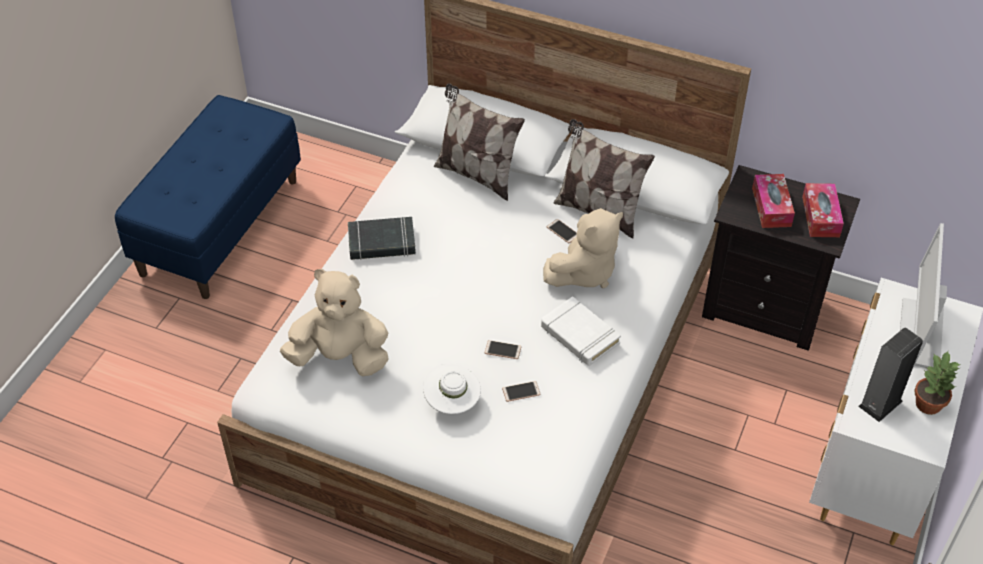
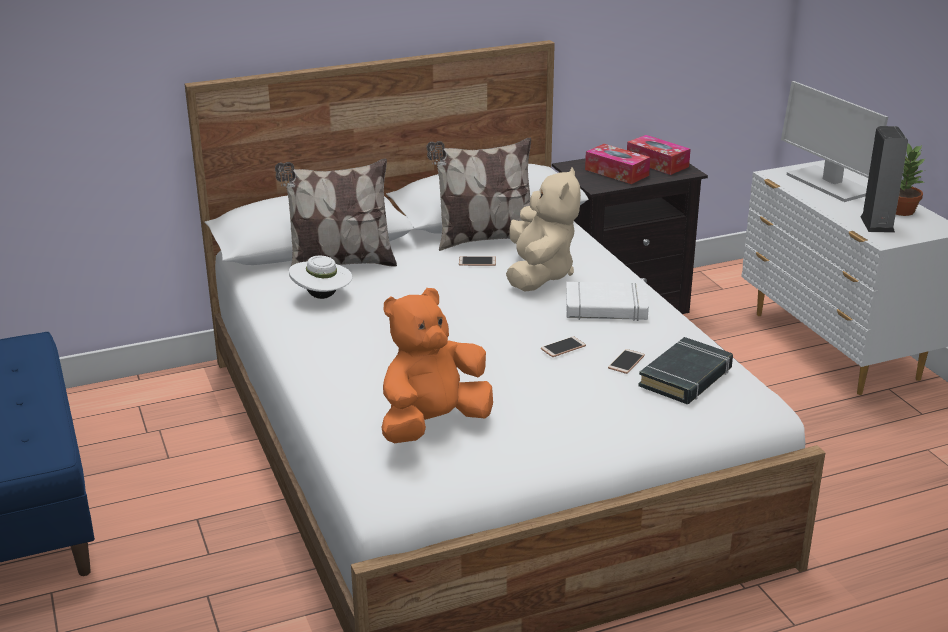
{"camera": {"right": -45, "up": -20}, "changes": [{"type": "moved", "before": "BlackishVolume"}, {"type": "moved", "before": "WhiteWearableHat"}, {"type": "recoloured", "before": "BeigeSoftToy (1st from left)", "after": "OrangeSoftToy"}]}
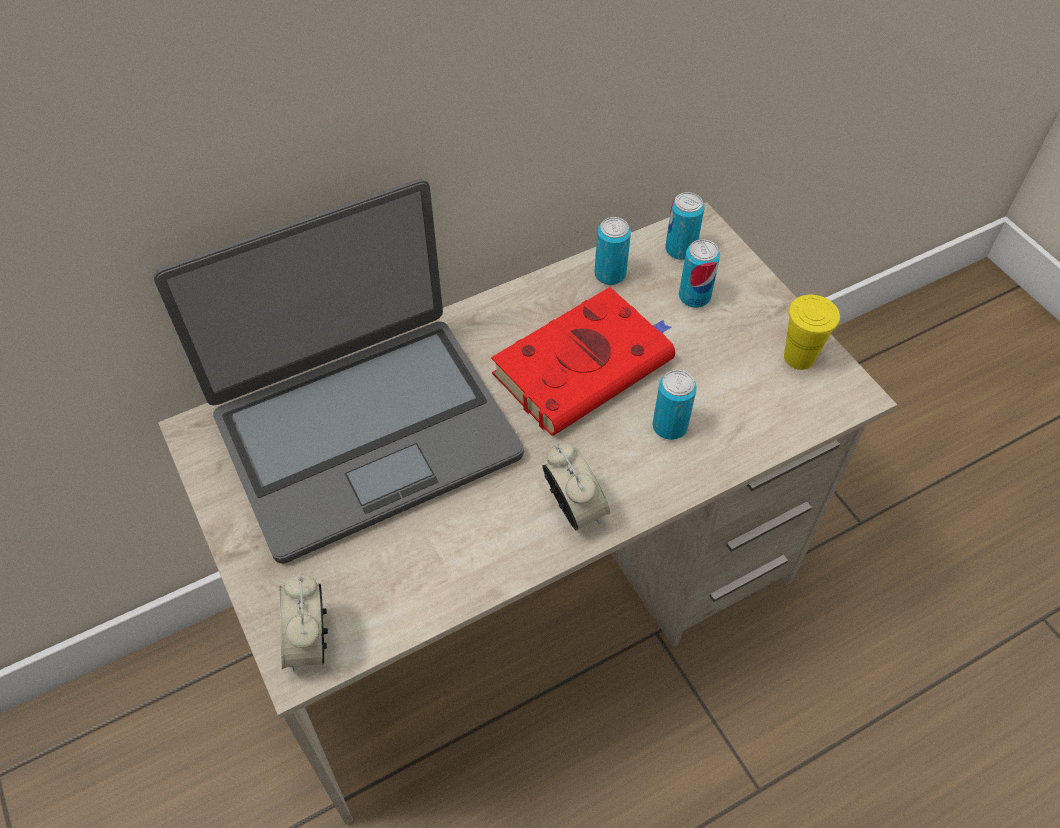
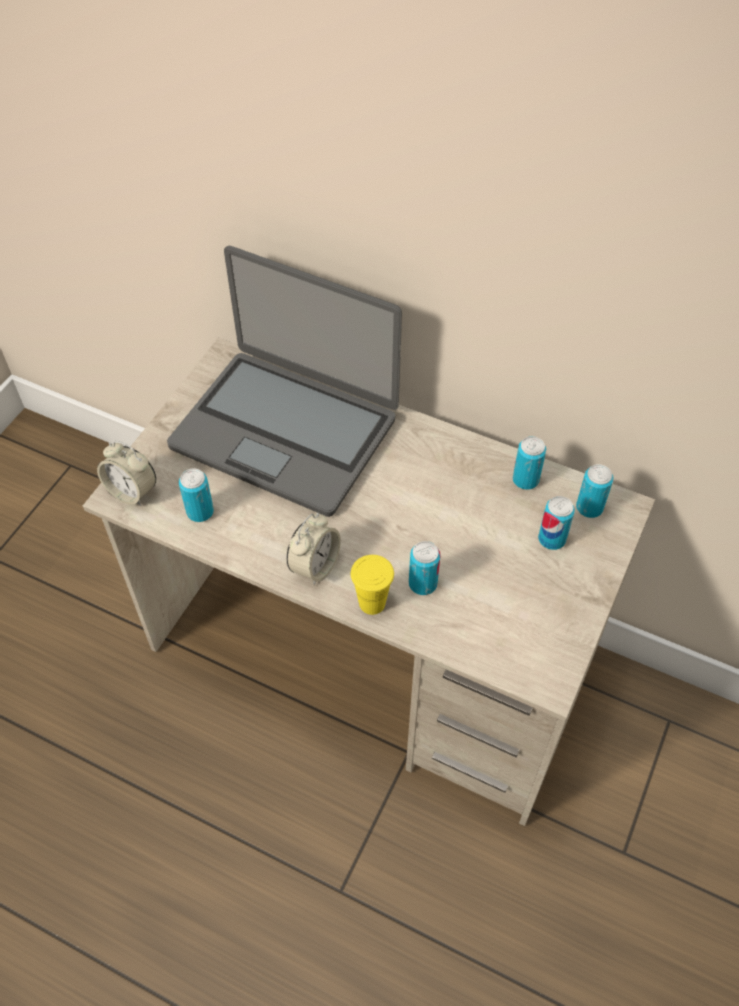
{"camera": {"right": 55, "up": 0}, "changes": [{"type": "removed", "before": "RedColouredVolume"}, {"type": "added", "after": "SealedCan (1st from left)"}, {"type": "moved", "before": "YellowishCup"}, {"type": "turned", "before": "TableClock (1st from left)", "turn": -105}]}
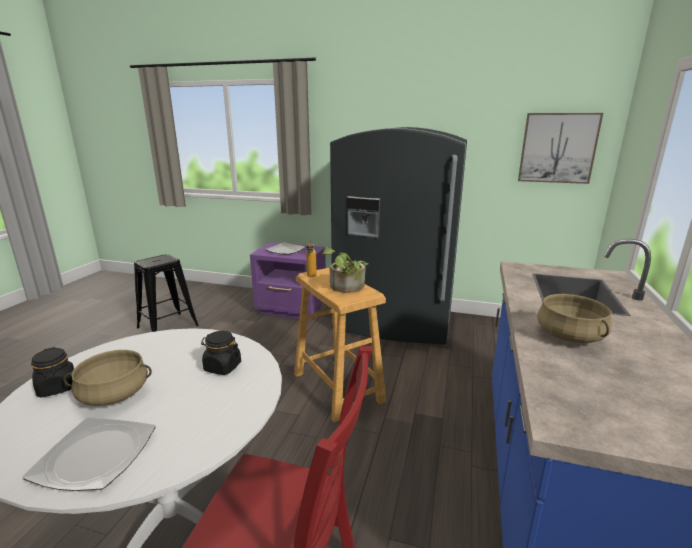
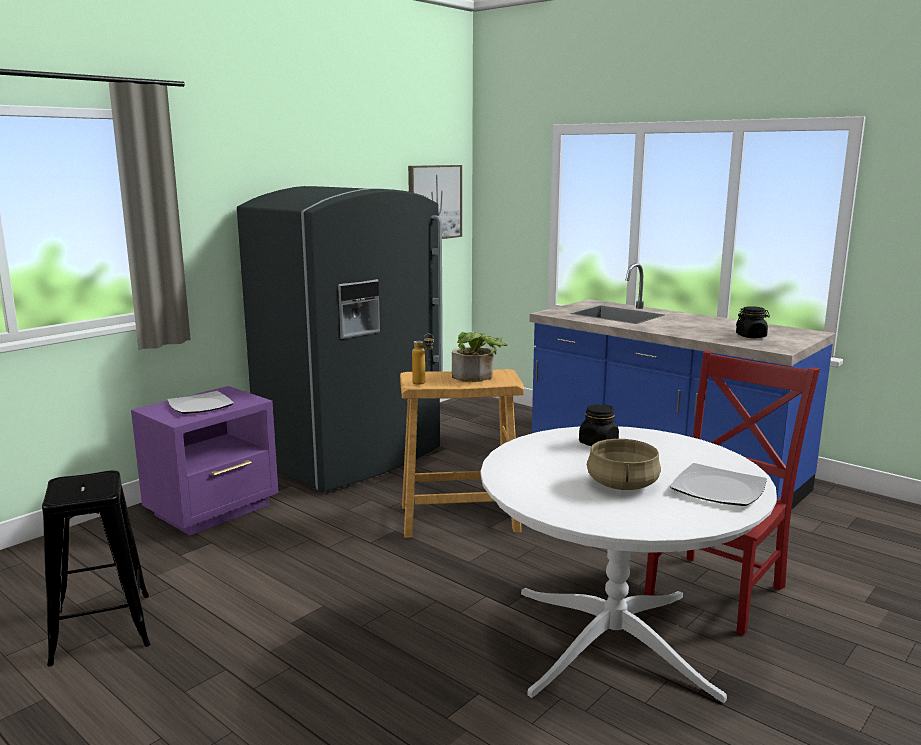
{"camera": {"right": -65, "up": -5}, "changes": [{"type": "removed", "before": "BeigeStockpot (2nd from left)"}, {"type": "moved", "before": "BlackishStorageJar (1st from left in the first image)", "after": "BlackishStorageJar (2nd from left)"}]}
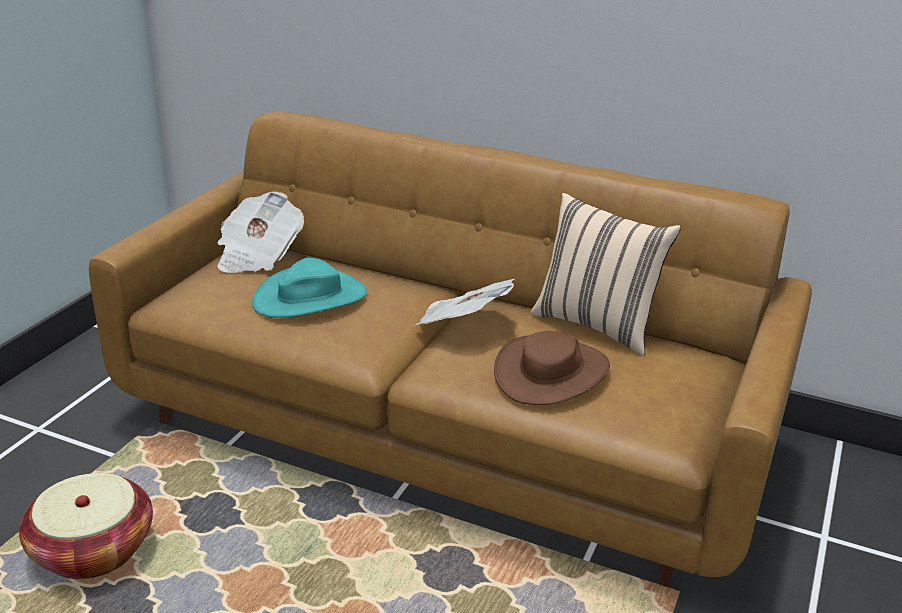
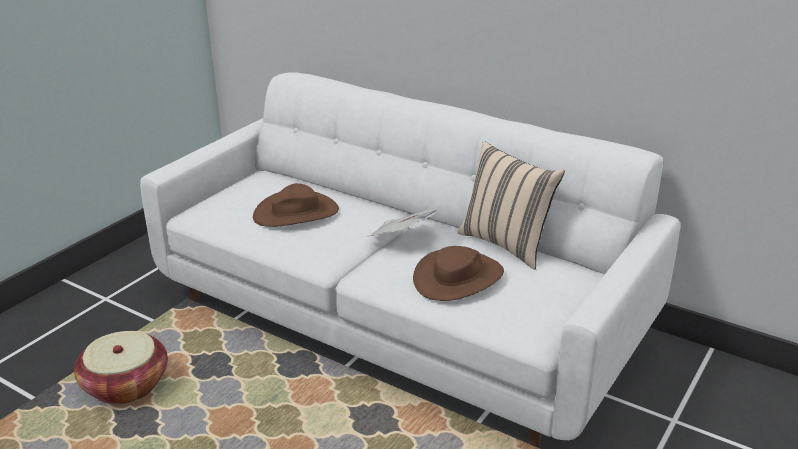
{"camera": {"right": 10, "up": 0}, "changes": [{"type": "removed", "before": "PrintedPaper (1st from left)"}, {"type": "recoloured", "before": "BrownColouredSofa", "after": "WhiteSofa"}, {"type": "recoloured", "before": "TurquoiseColouredWearableHat", "after": "BrownColouredWearableHat (1st from left)"}]}
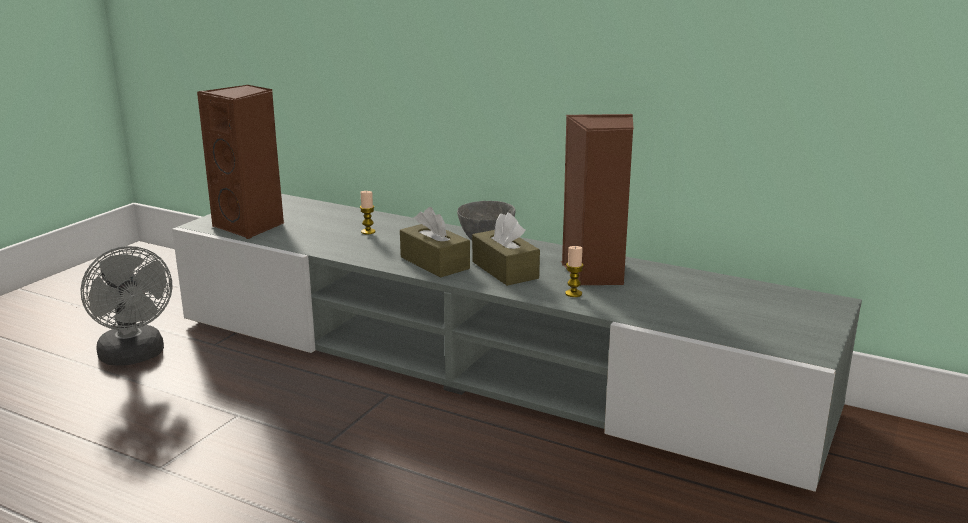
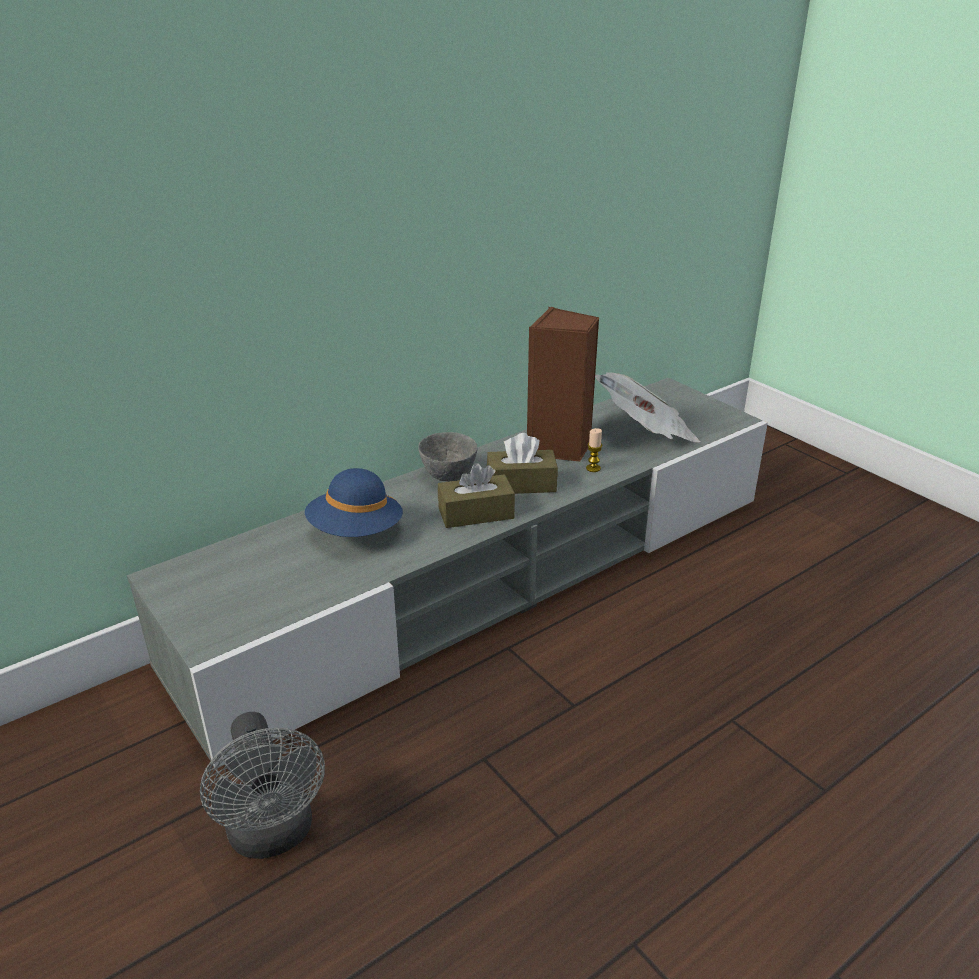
{"camera": {"right": -65, "up": 10}, "changes": [{"type": "removed", "before": "BrownColouredSpeaker (1st from left)"}, {"type": "added", "after": "PrintedPaper"}, {"type": "replaced", "before": "Candle (1st from left)", "after": "BluishWearableHat"}, {"type": "turned", "before": "GreyishFan", "turn": 75}]}
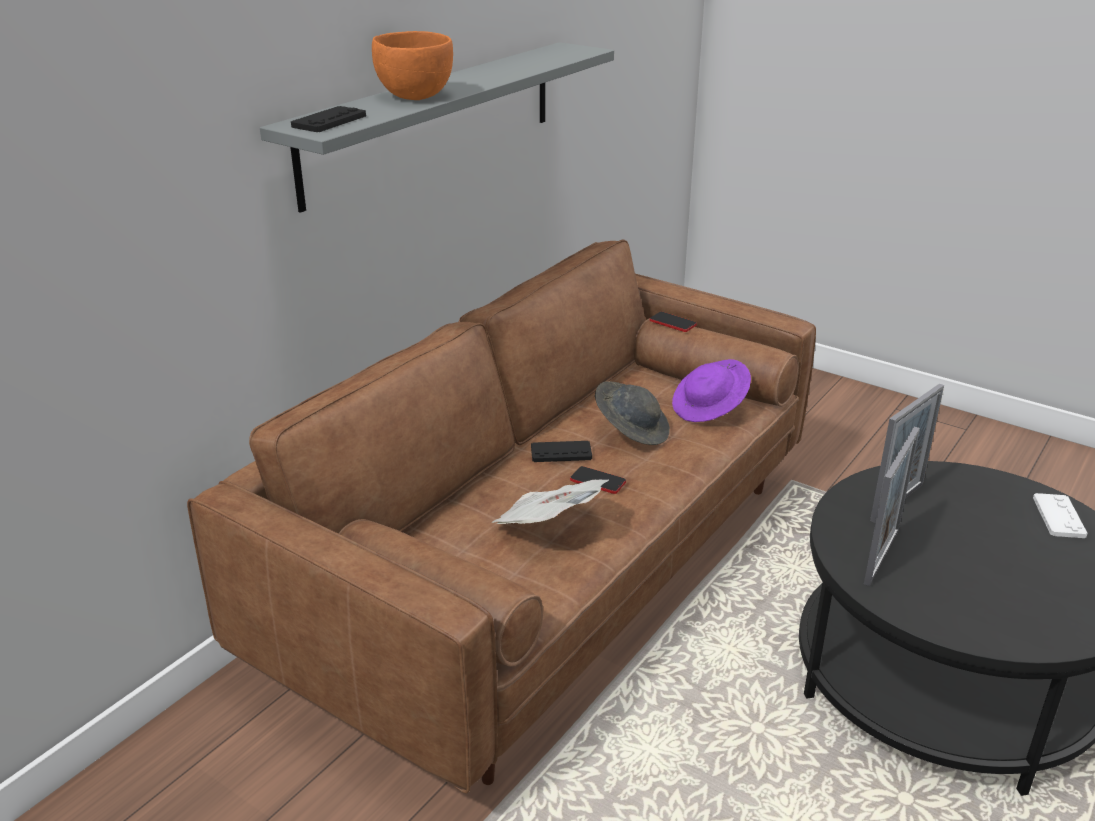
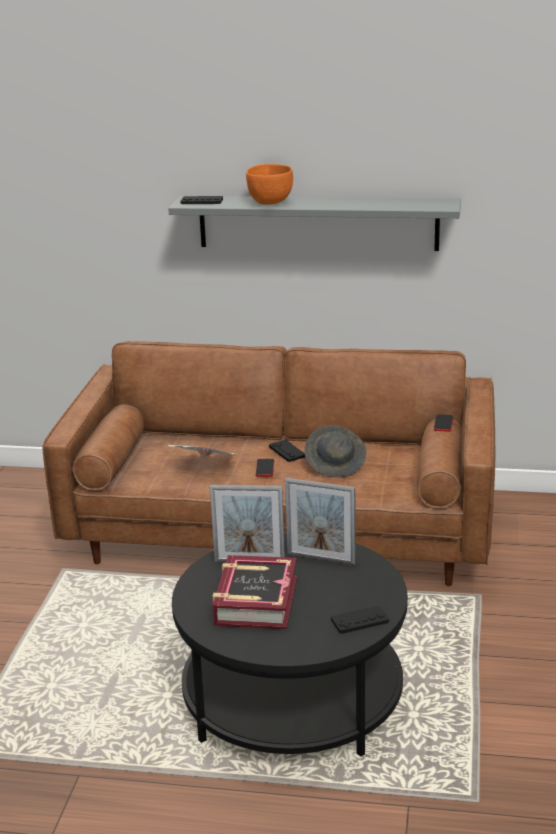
{"camera": {"right": 65, "up": -5}, "changes": [{"type": "removed", "before": "PurpleWearableHat"}, {"type": "added", "after": "Volume"}, {"type": "recoloured", "before": "WhiteGameController", "after": "BlackishGameController (3rd from left)"}]}
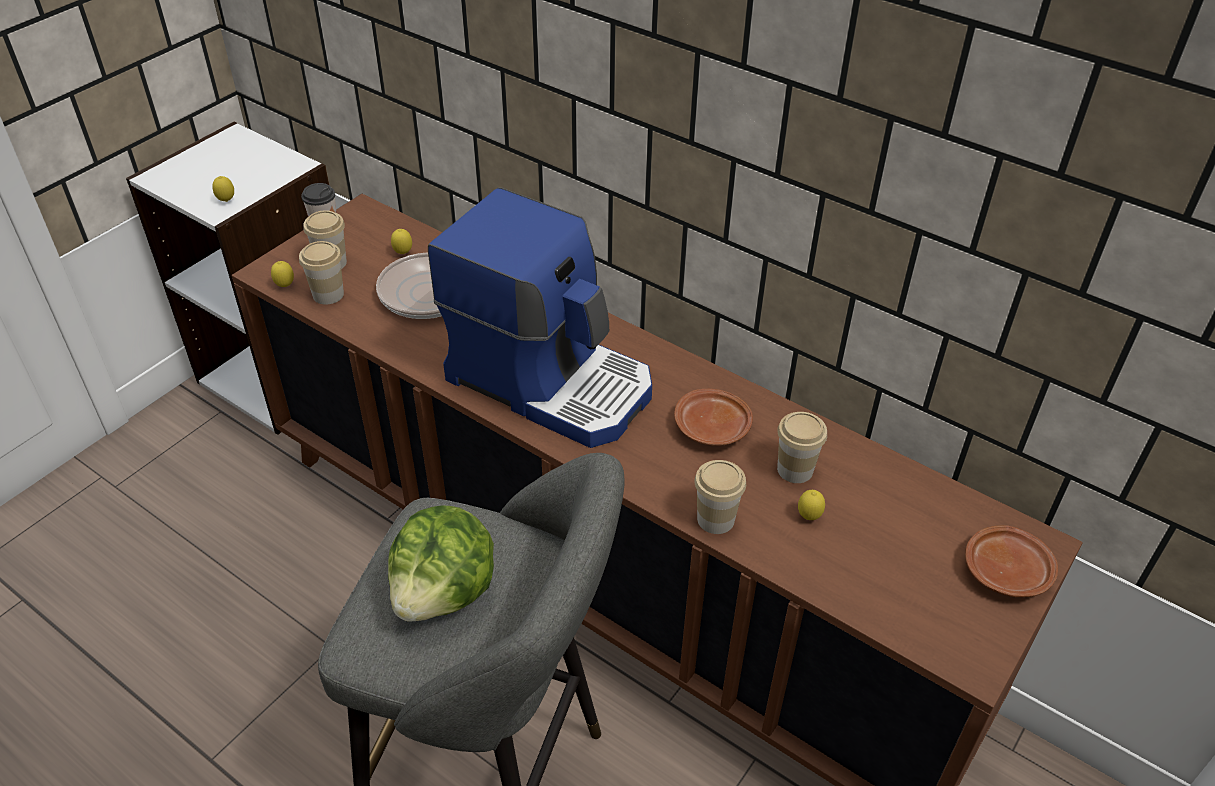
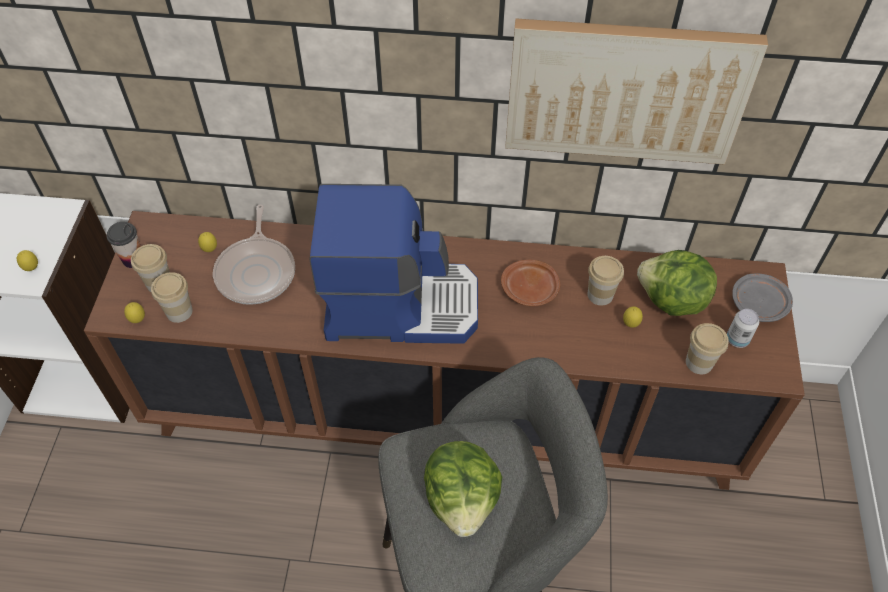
{"camera": {"right": -30, "up": 10}, "changes": [{"type": "added", "after": "Picture"}, {"type": "added", "after": "Lettuce (2nd from left)"}, {"type": "added", "after": "SealedCan"}, {"type": "moved", "before": "Cup (4th from left in the first image)", "after": "Cup (5th from left)"}, {"type": "recoloured", "before": "BrownColouredDinnerPlate (2nd from left)", "after": "GreyishDinnerPlate"}]}
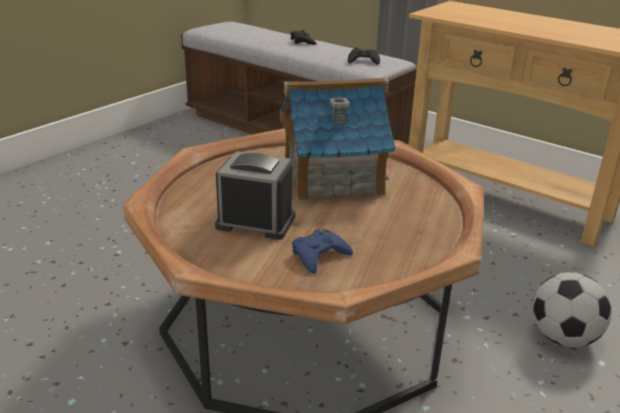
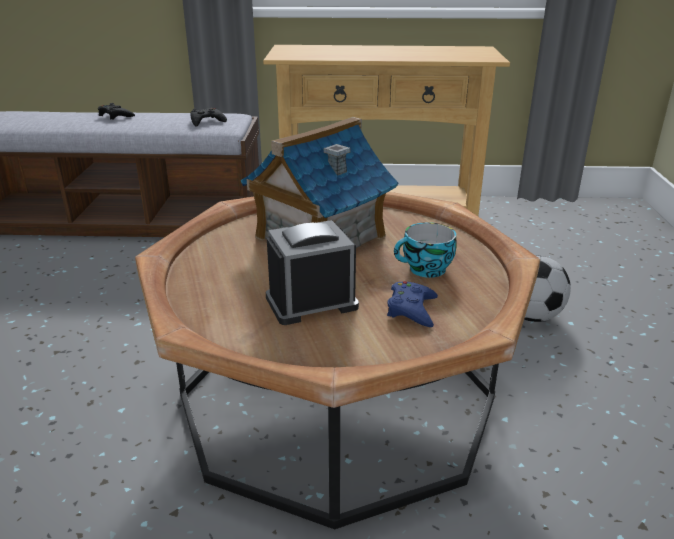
{"camera": {"right": -35, "up": 0}, "changes": [{"type": "added", "after": "Cup"}]}
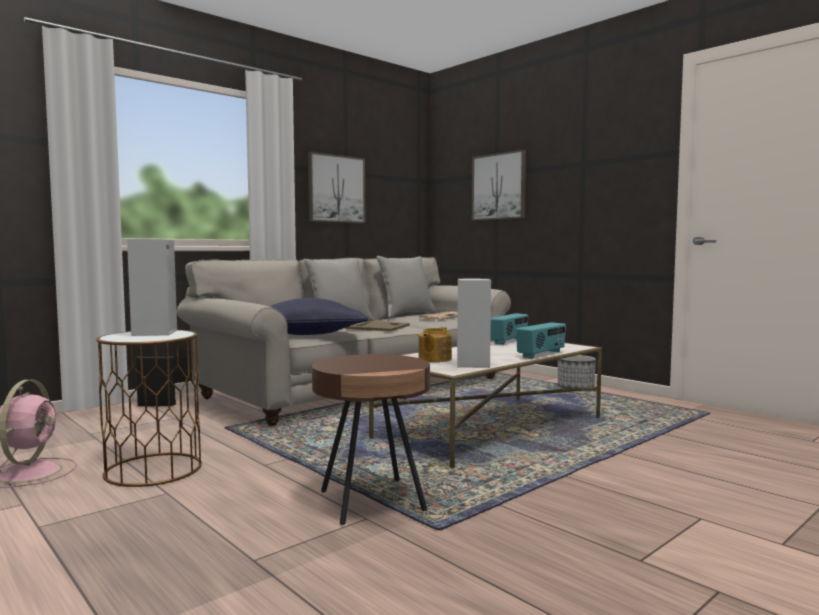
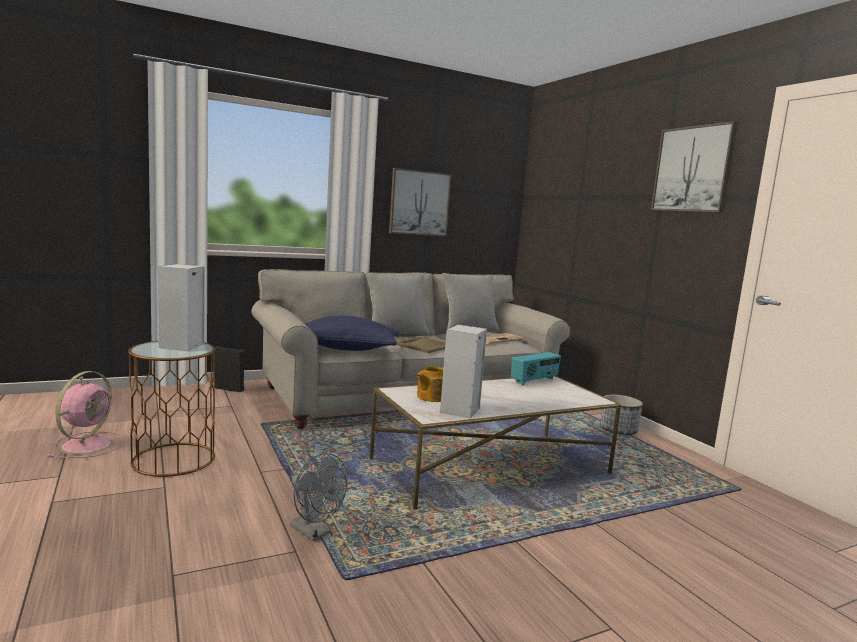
{"camera": {"right": 15, "up": 5}, "changes": [{"type": "removed", "before": "RadioReceiver (2nd from left)"}, {"type": "moved", "before": "Picture (2nd from left)"}, {"type": "replaced", "before": "BrownColouredSideTable (2nd from left)", "after": "GreyishFan"}]}
